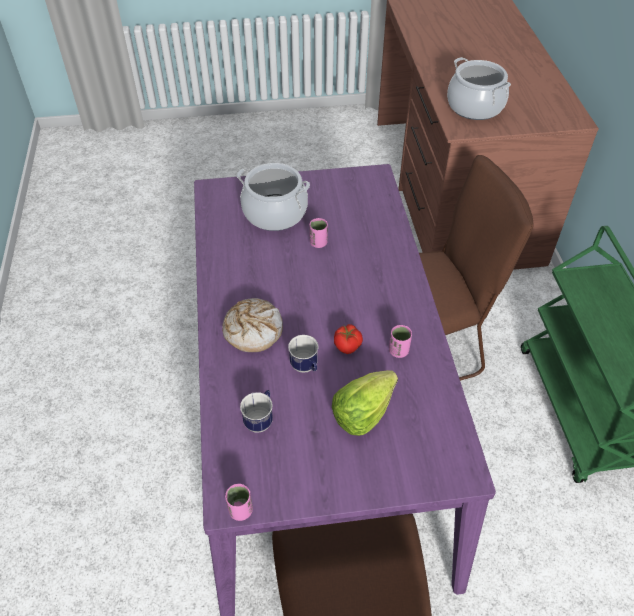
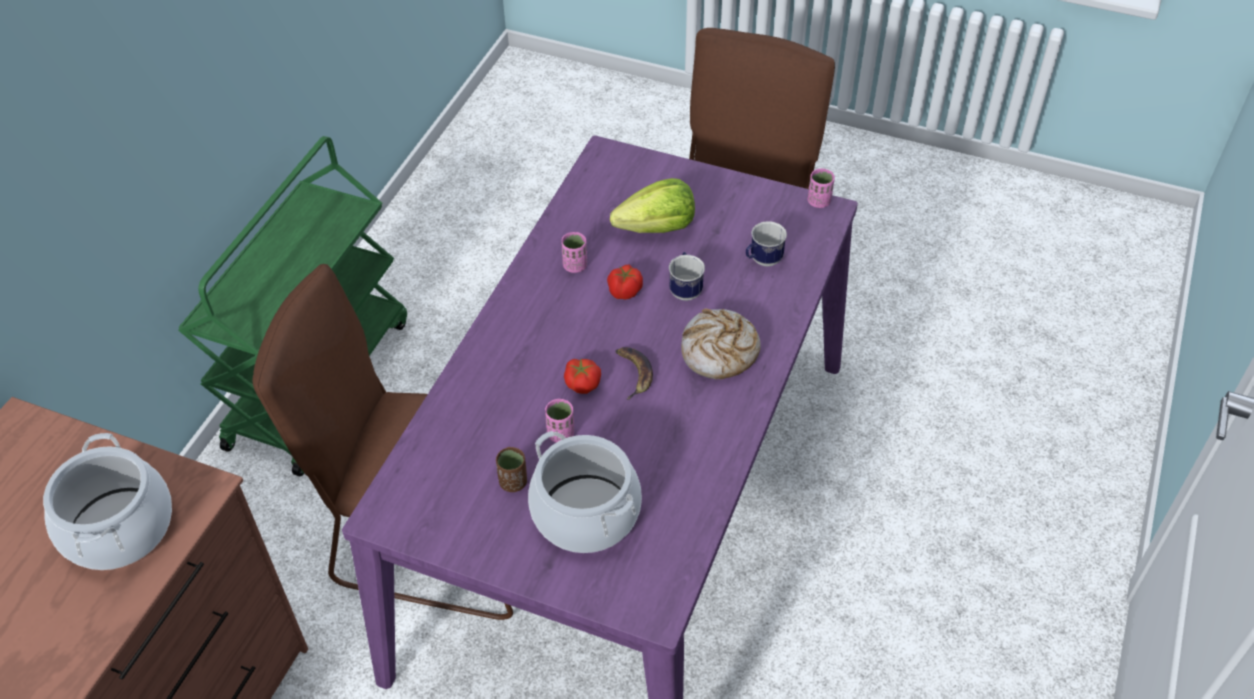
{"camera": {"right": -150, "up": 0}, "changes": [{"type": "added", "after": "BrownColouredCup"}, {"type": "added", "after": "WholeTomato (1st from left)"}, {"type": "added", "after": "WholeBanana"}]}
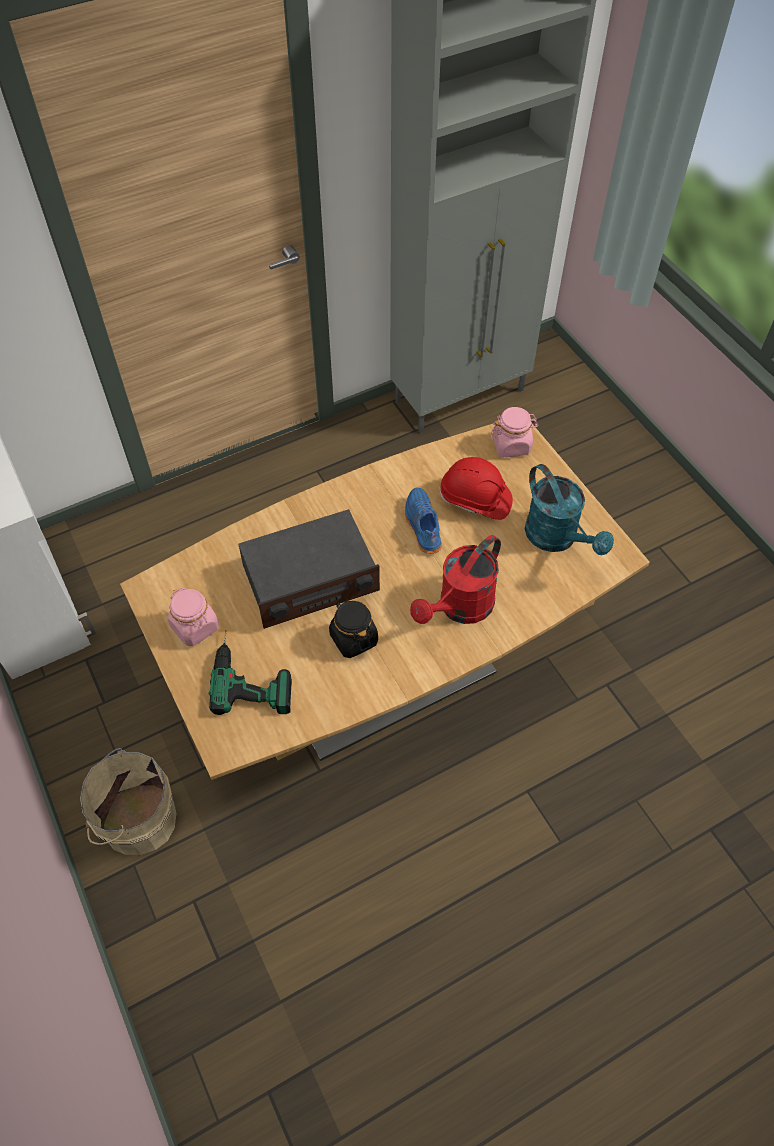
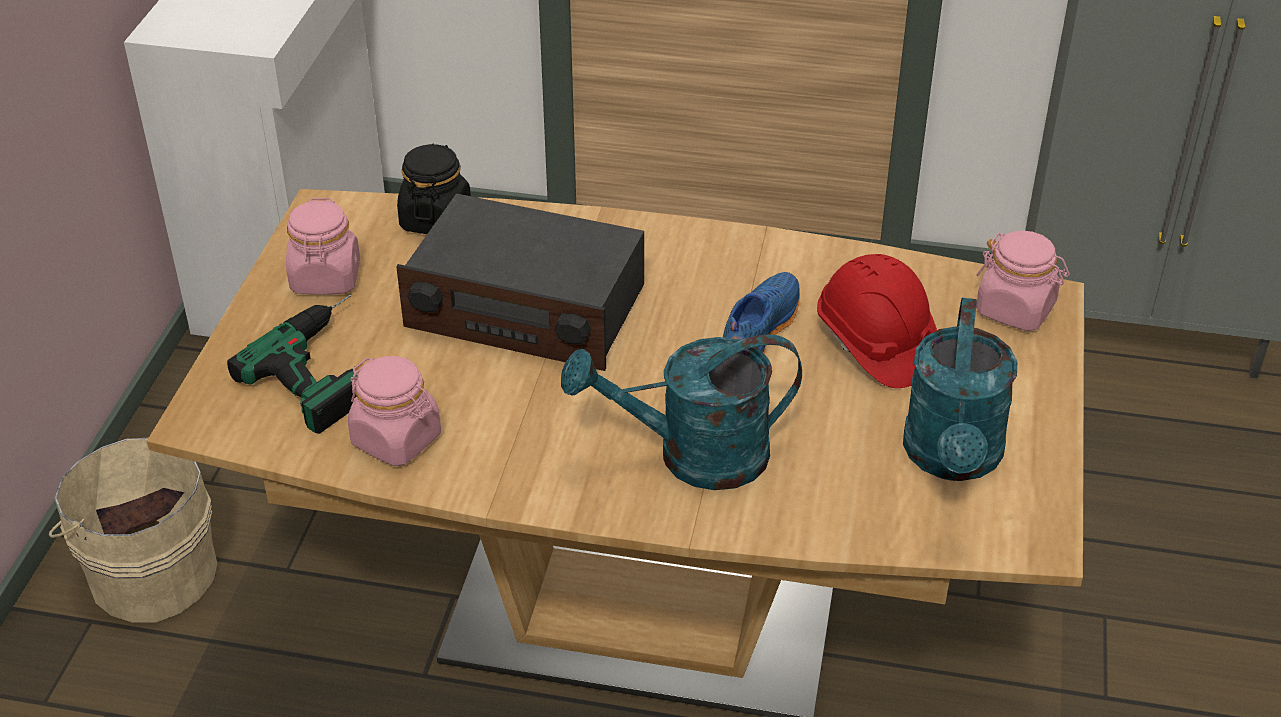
{"camera": {"right": 40, "up": -15}, "changes": [{"type": "added", "after": "PinkColouredStorageJar (2nd from left)"}, {"type": "moved", "before": "BlackishStorageJar"}, {"type": "recoloured", "before": "RedColouredWateringPot", "after": "TurquoiseColouredWateringPot (1st from left)"}]}
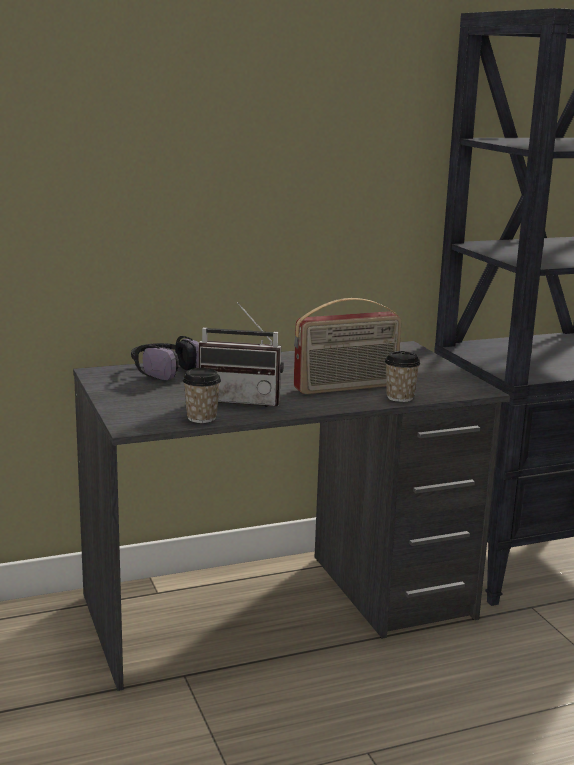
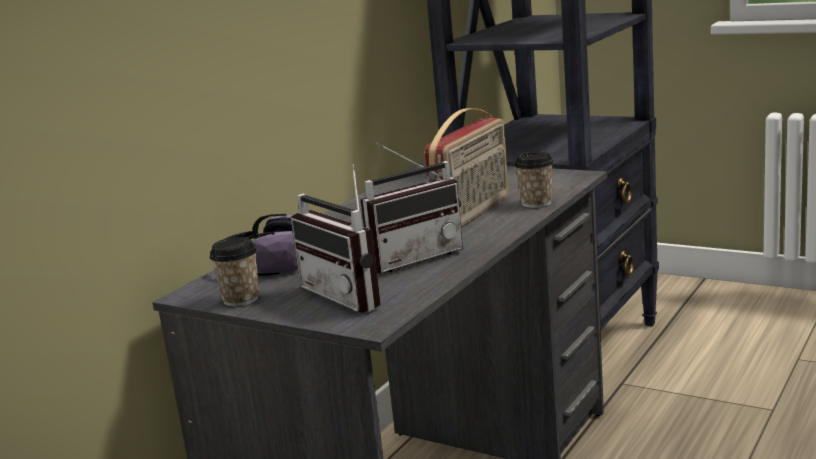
{"camera": {"right": -35, "up": 0}, "changes": [{"type": "added", "after": "RadioReceiver (1st from left)"}, {"type": "moved", "before": "Cup (1st from left)"}]}
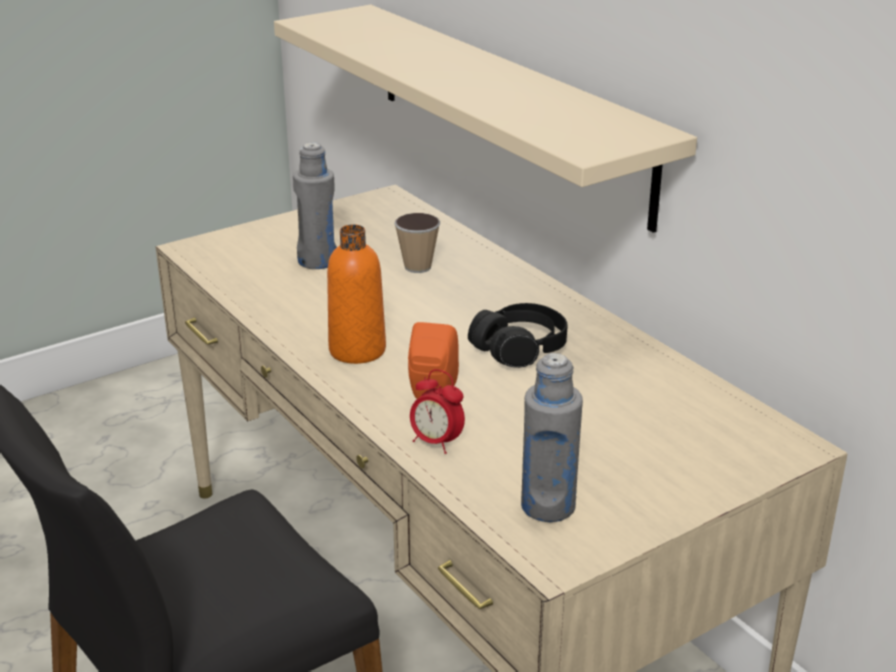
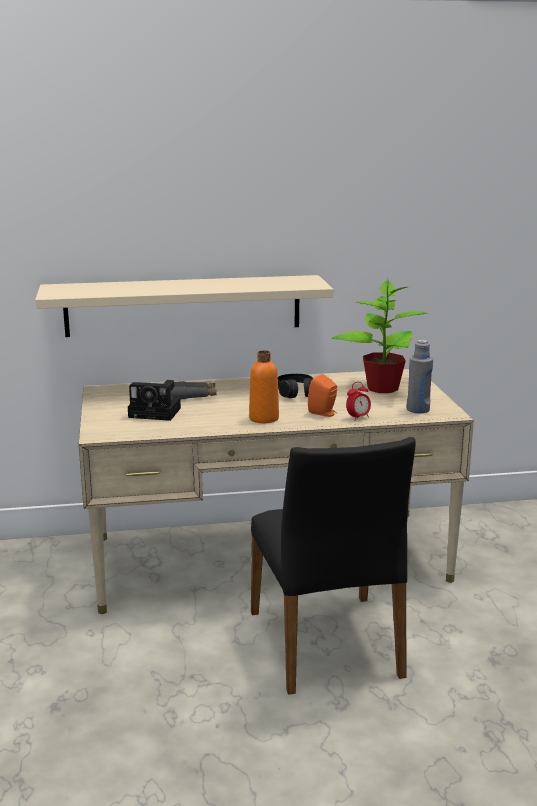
{"camera": {"right": -65, "up": -10}, "changes": [{"type": "added", "after": "Houseplant"}, {"type": "replaced", "before": "GreyishBeverageBottle (1st from left)", "after": "PhotoCamera"}, {"type": "replaced", "before": "Cup", "after": "GreyishPairOfBinoculars"}]}
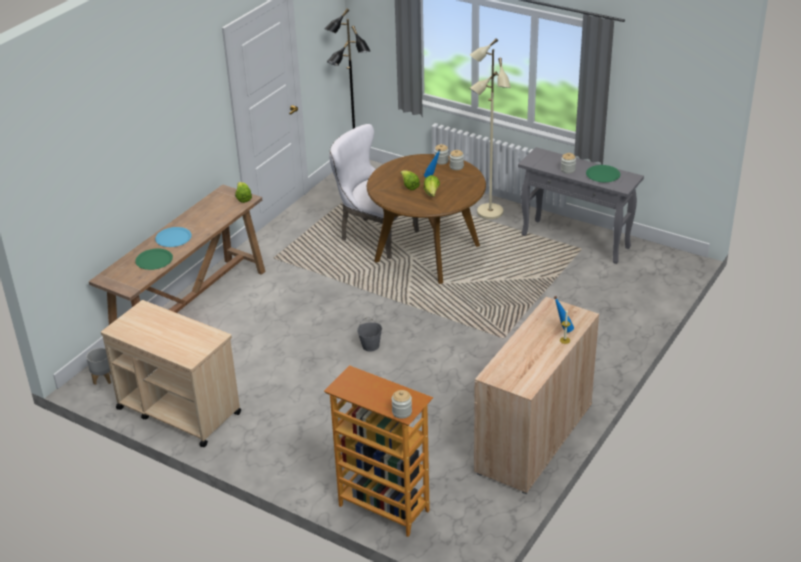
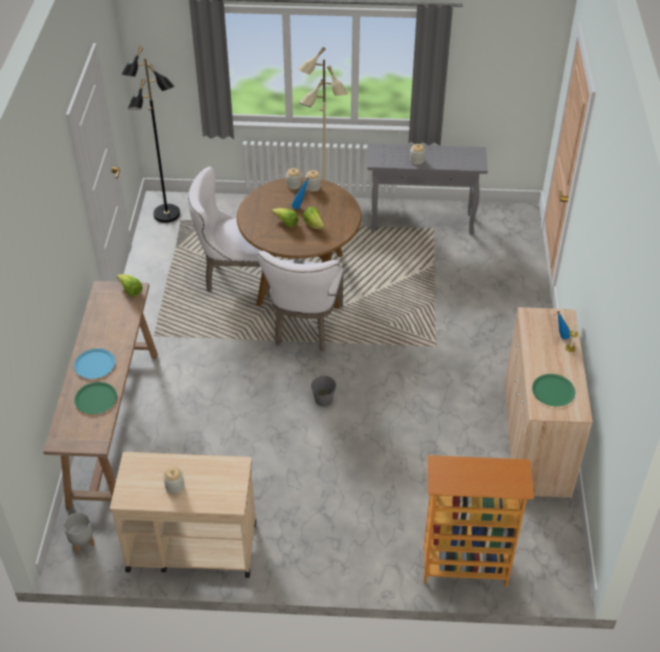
{"camera": {"right": -30, "up": 10}, "changes": [{"type": "added", "after": "WhitePlainChair (2nd from left)"}, {"type": "moved", "before": "StorageJar (1st from left)"}, {"type": "moved", "before": "GreenDinnerPlate (2nd from left)"}]}
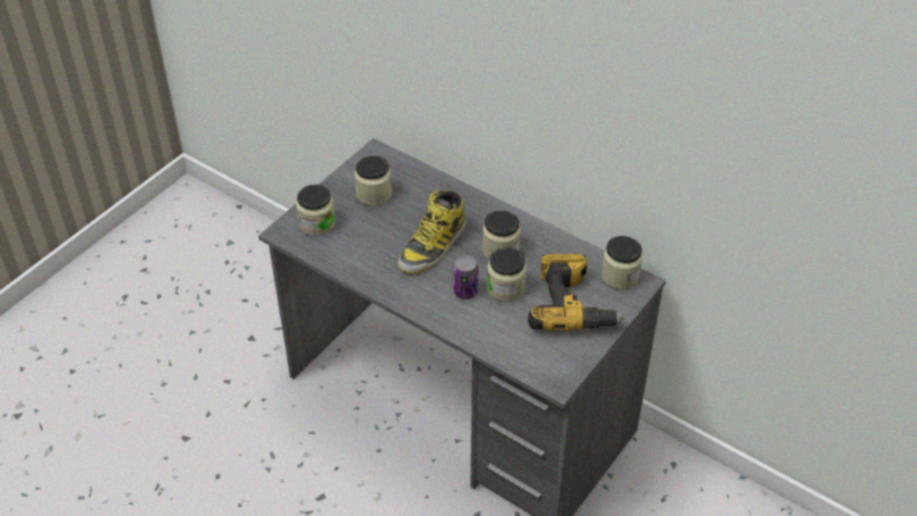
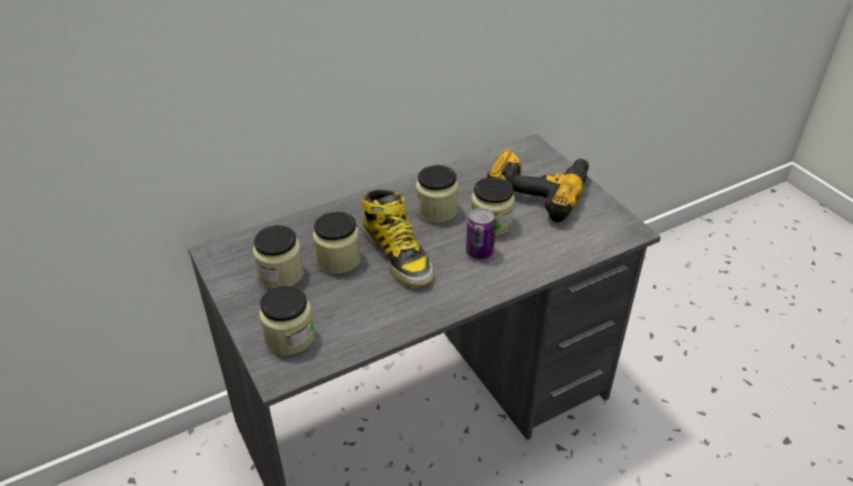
{"camera": {"right": -65, "up": -5}, "changes": [{"type": "moved", "before": "StorageJar (5th from left in the first image)", "after": "StorageJar (3rd from left)"}]}
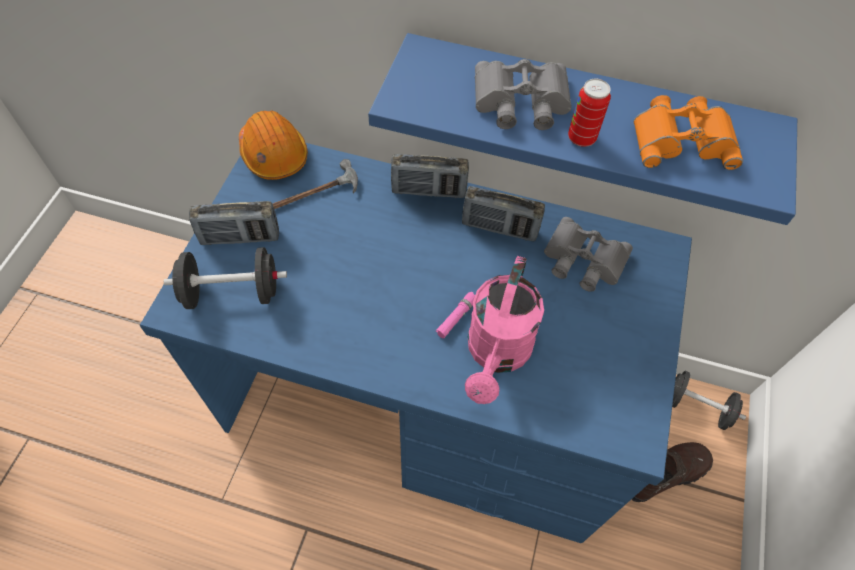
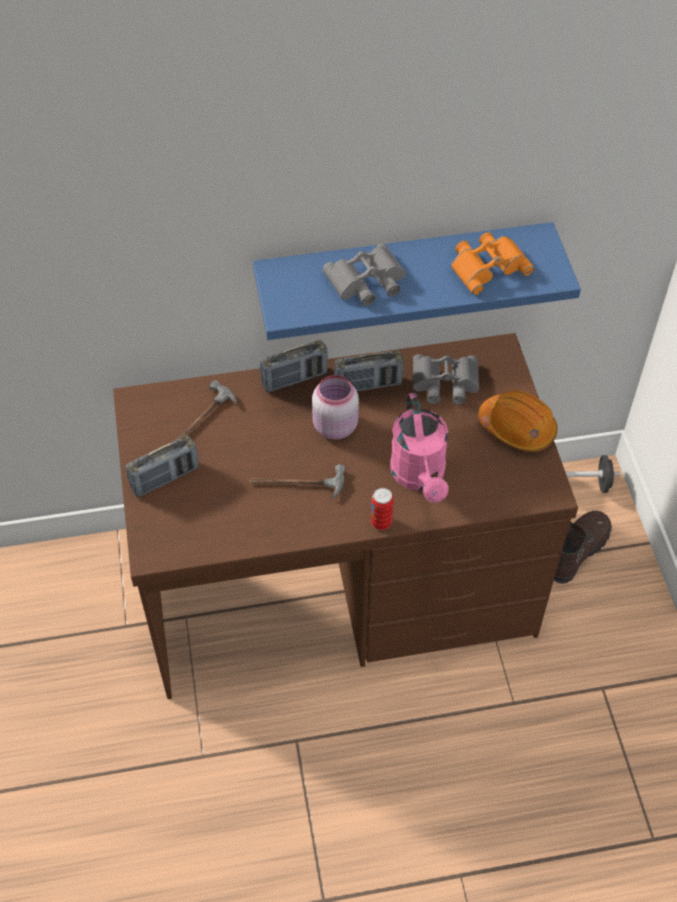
{"camera": {"right": -25, "up": -5}, "changes": [{"type": "removed", "before": "BlackishFreeWeight (1st from left)"}, {"type": "removed", "before": "PinkColouredHandTorch"}, {"type": "added", "after": "Hammer (2nd from left)"}, {"type": "added", "after": "PinkColouredStorageJar"}, {"type": "moved", "before": "OrangeSafetyHelmet"}, {"type": "moved", "before": "SealedCan"}, {"type": "recoloured", "before": "BluishDeskUnit", "after": "BrownColouredDeskUnit"}]}
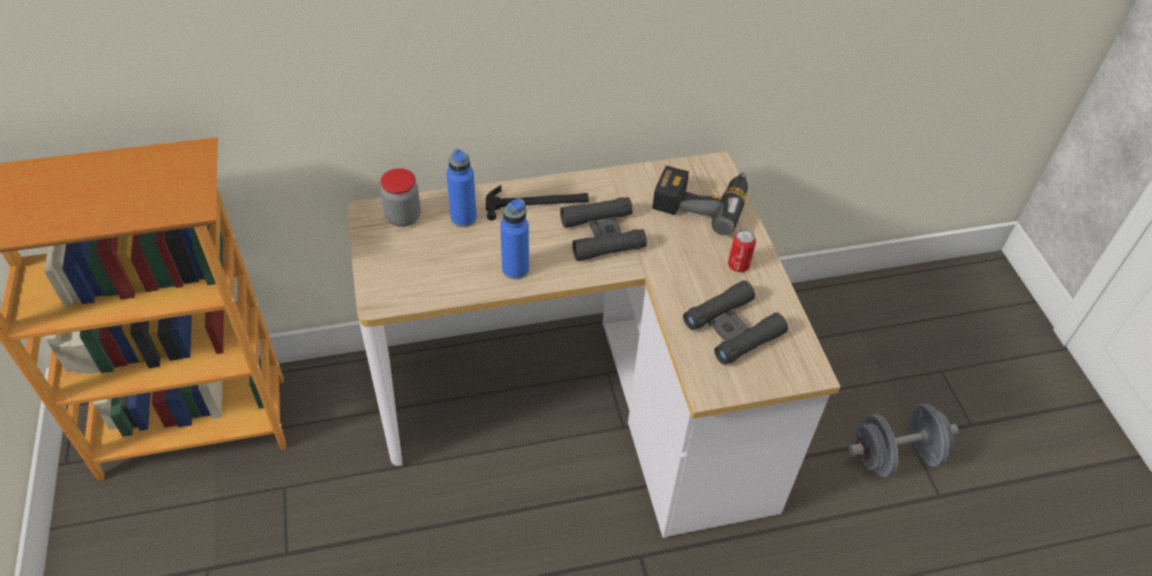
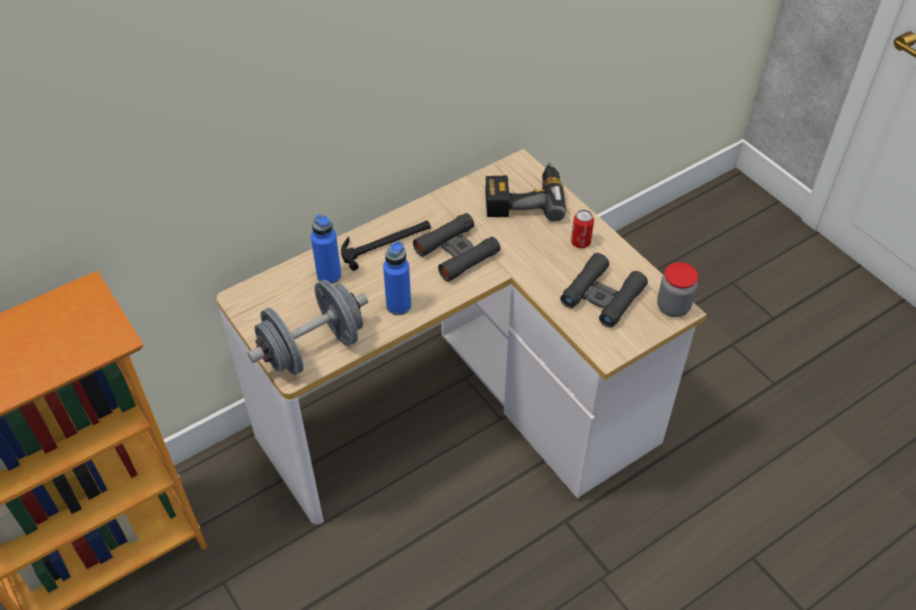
{"camera": {"right": -20, "up": 0}, "changes": [{"type": "moved", "before": "StorageJar"}, {"type": "moved", "before": "GreyishFreeWeight"}]}
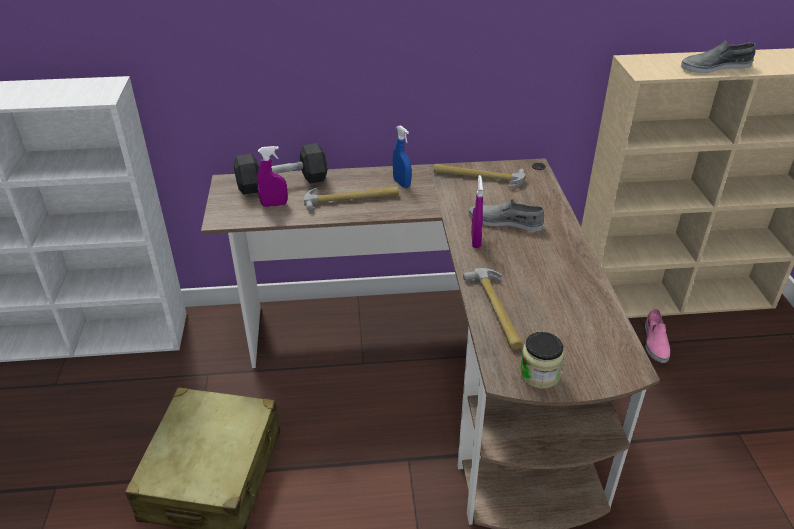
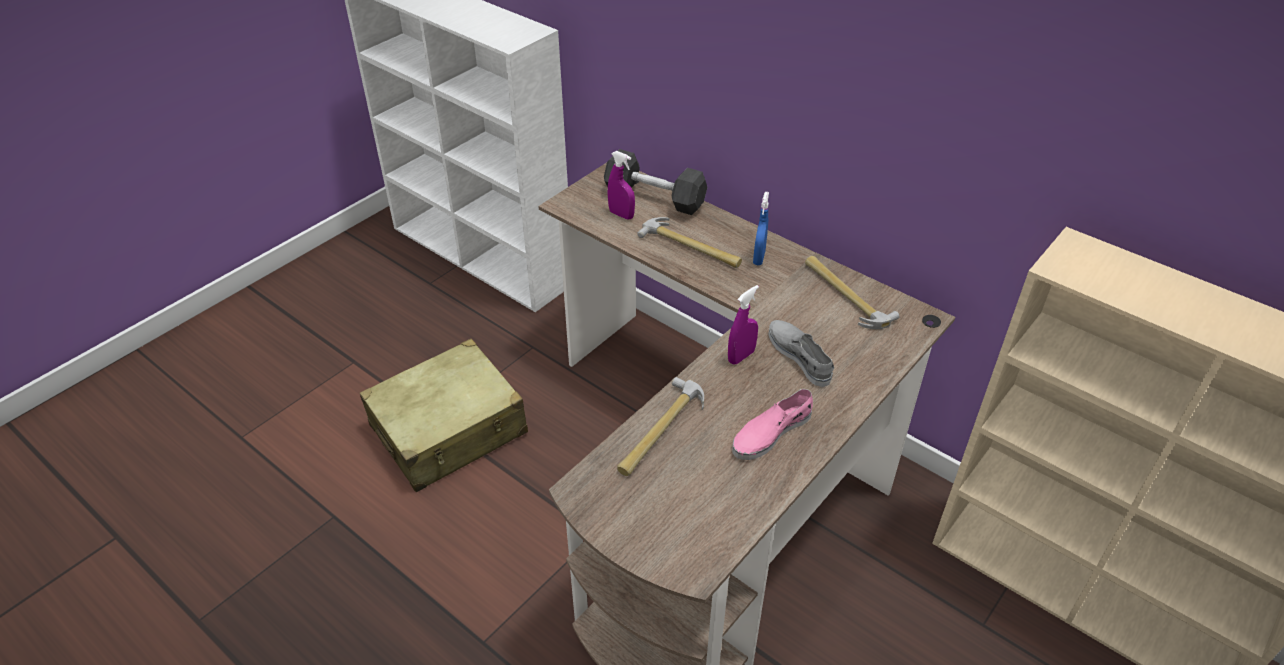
{"camera": {"right": 45, "up": 5}, "changes": [{"type": "removed", "before": "StorageJar"}, {"type": "removed", "before": "GreyishItemOfFootwear (2nd from left)"}, {"type": "moved", "before": "PinkColouredItemOfFootwear"}]}
